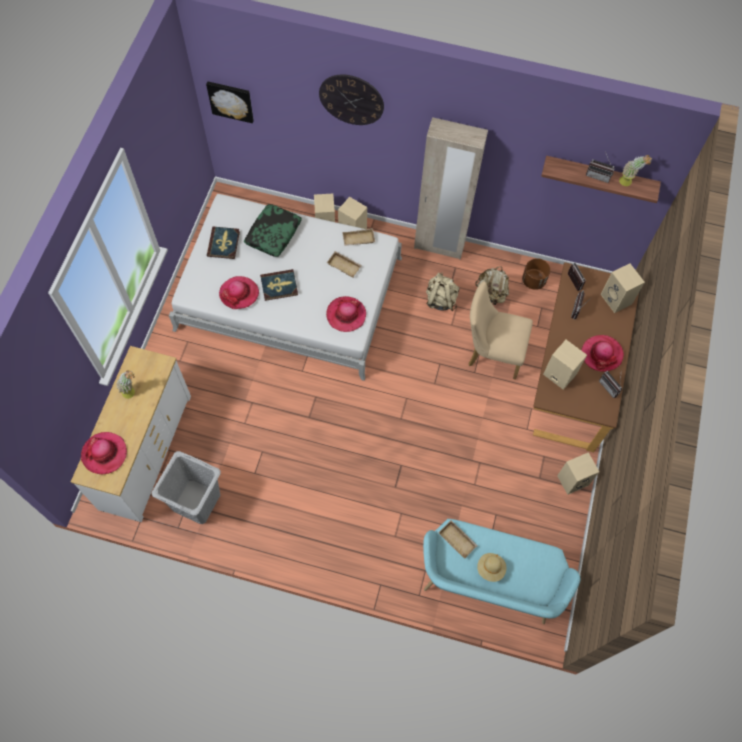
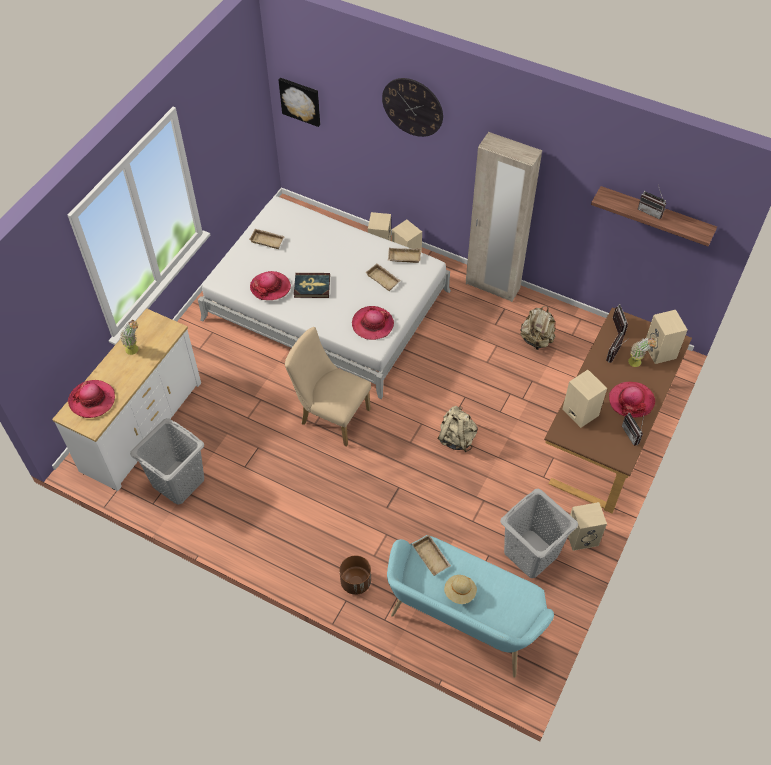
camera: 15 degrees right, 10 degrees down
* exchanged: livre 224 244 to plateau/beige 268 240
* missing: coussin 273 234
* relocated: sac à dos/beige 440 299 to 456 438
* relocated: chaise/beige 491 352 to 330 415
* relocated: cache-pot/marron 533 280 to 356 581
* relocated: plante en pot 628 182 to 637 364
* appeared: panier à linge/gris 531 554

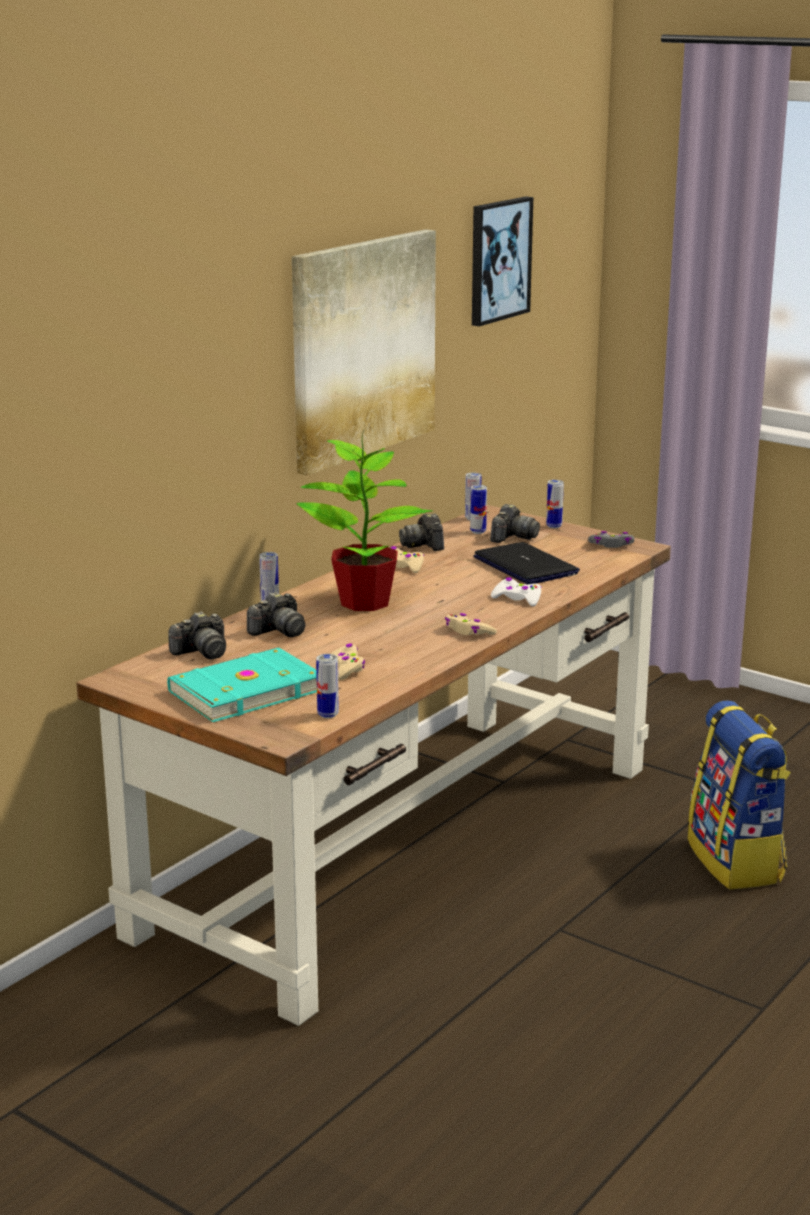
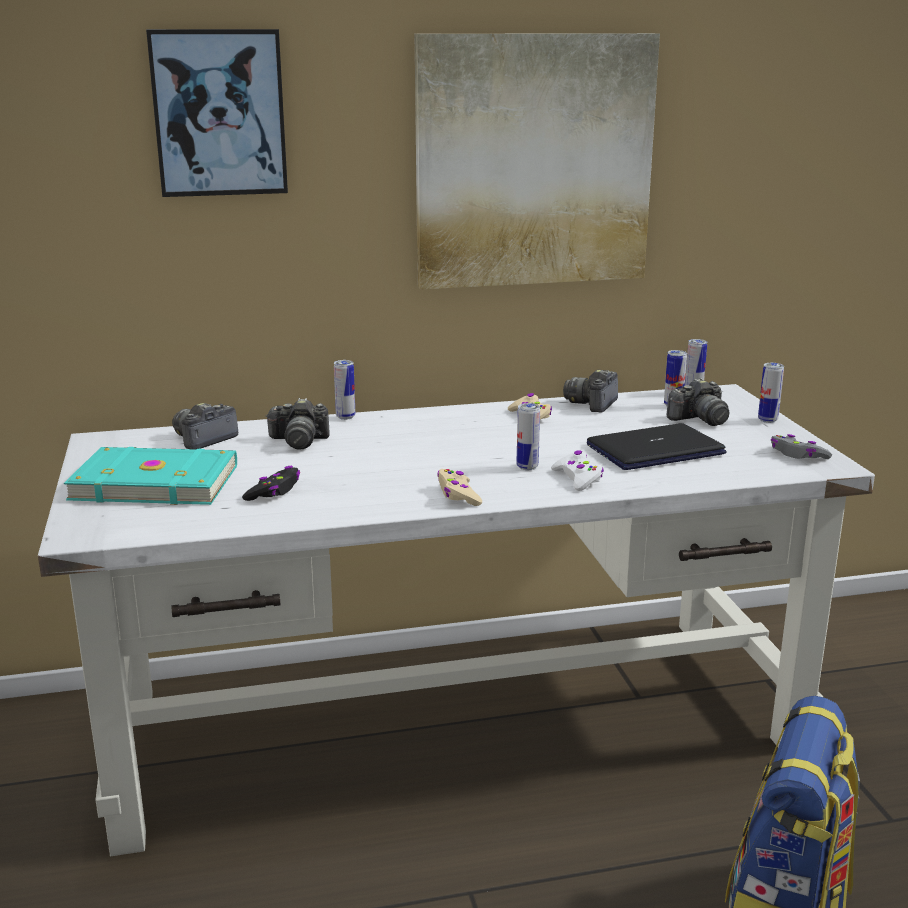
camera: 40 degrees right, 0 degrees up
* colour: bureau/marron 405 844 to bureau/blanc 456 720
* spun: appareil photo 202 652 = 203 439 120 degrees clockwise
* missing: plante en pot 366 602
* relocated: boîte métallique 328 715 to 527 467
* colour: manette/beige 346 668 to manette/noir 274 492
* relocated: tableau 498 260 to 219 113
* spun: ordinateur portable 526 566 = 655 450 120 degrees counterclockwise

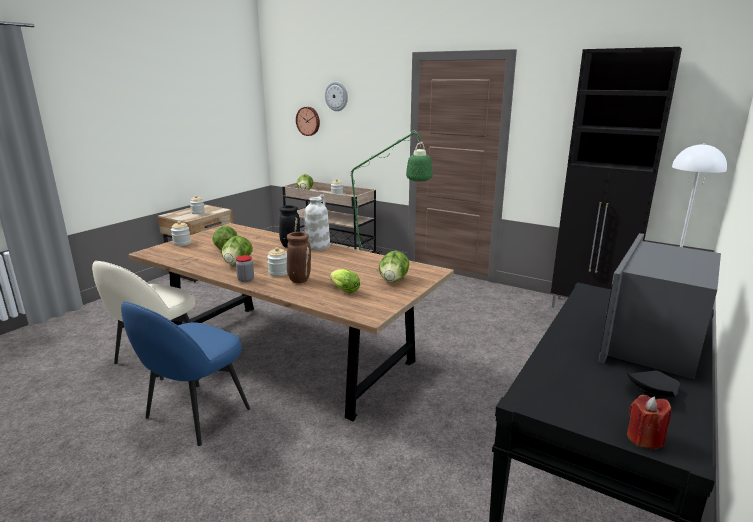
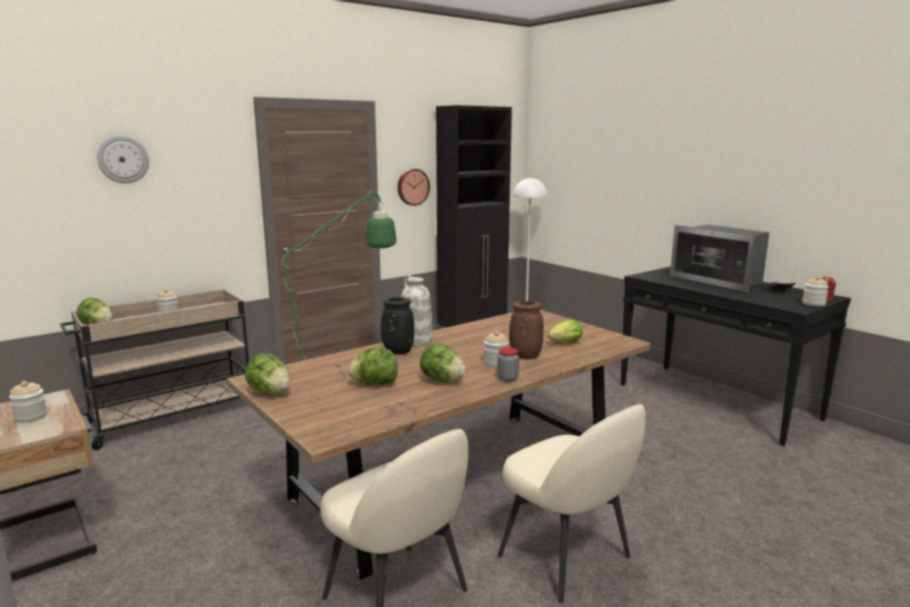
camera: 70 degrees left, 5 degrees down
* colour: chaise/bleu 195 414 to chaise/beige 567 558
* relocated: bocal 182 243 to 813 304
* relocated: horloge murale 308 121 to 412 187
* relocated: laitue 393 280 to 270 392

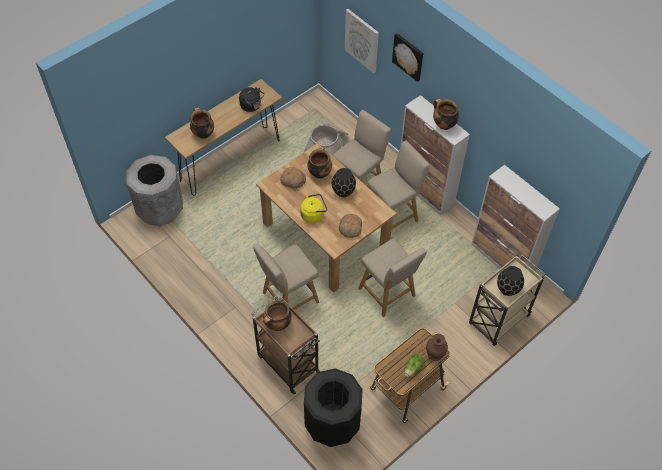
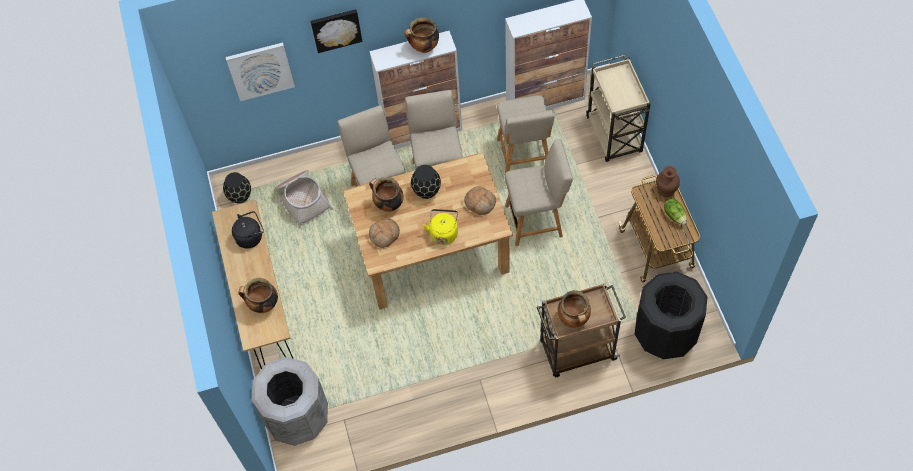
camera: 60 degrees left, 5 degrees up
* relocated: chaise/beige 288 299 to 524 157
* relocated: vase/noir 507 288 to 239 196

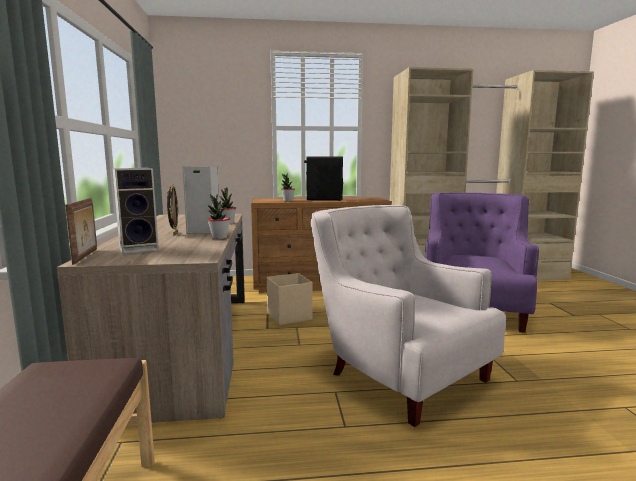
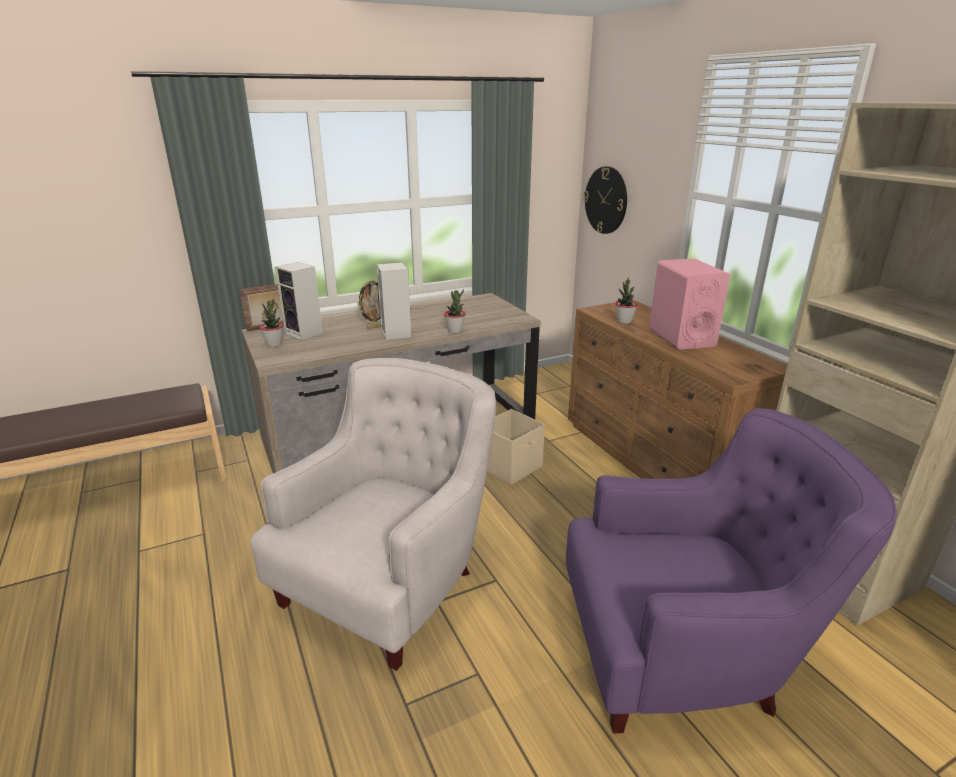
camera: 70 degrees right, 15 degrees up
* relocated: plante en pot 219 238 to 274 344
* colour: enceinte/noir 324 199 to enceinte/rose 681 337
* appeared: horloge murale 606 200

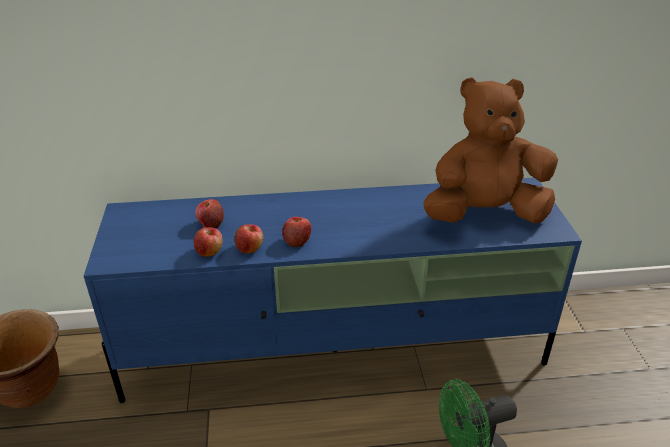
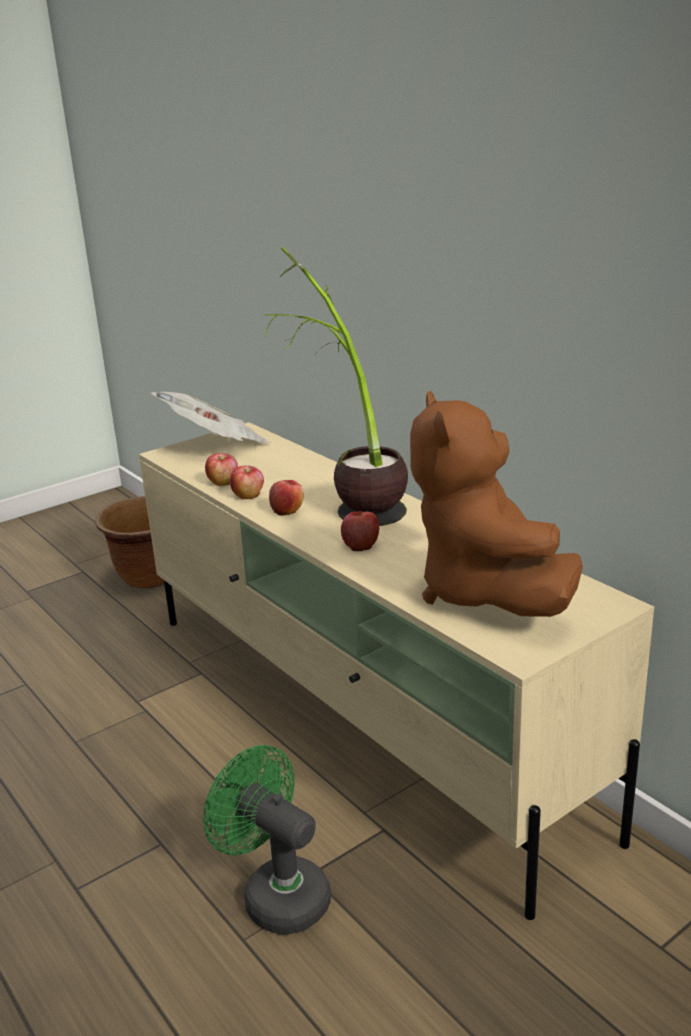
camera: 60 degrees right, 10 degrees down
* colour: meuble télé/bleu 337 350 to meuble télé/beige 359 717
* relocated: pomme 211 223 to 360 544
* spun: peluche/marron 484 214 = 485 593 150 degrees counterclockwise
* appeared: journal 215 445
* appeared: plante en pot 349 497

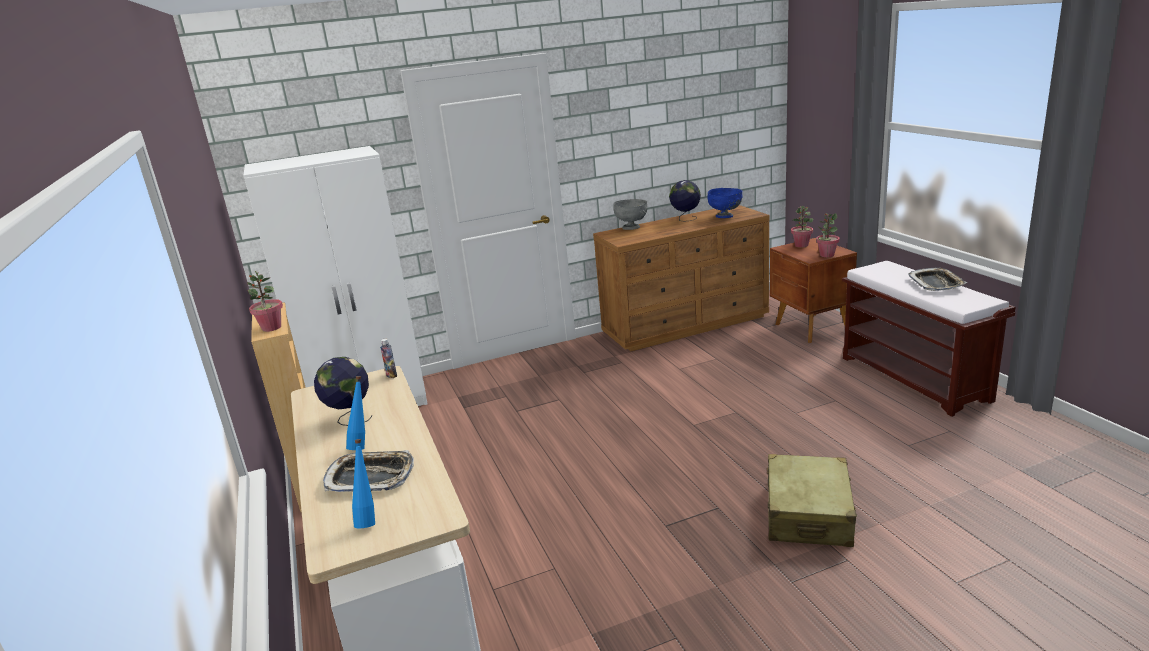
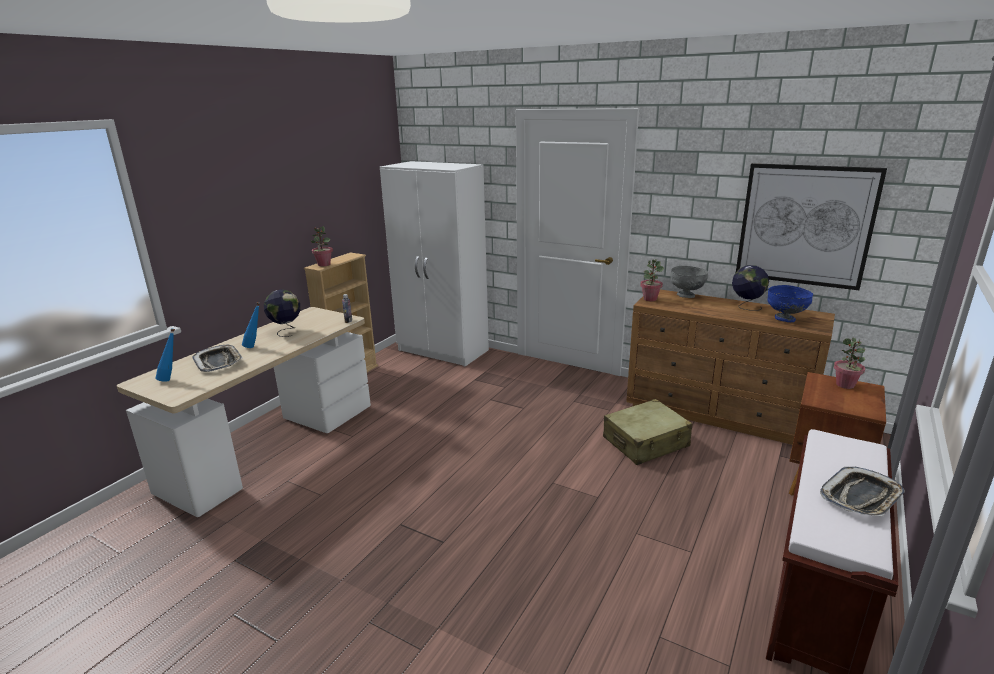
camera: 50 degrees right, 0 degrees up
* relocated: valise/beige 808 514 to 646 442
* relocated: plante en pot 826 255 to 650 299
* appeared: tableau 805 225

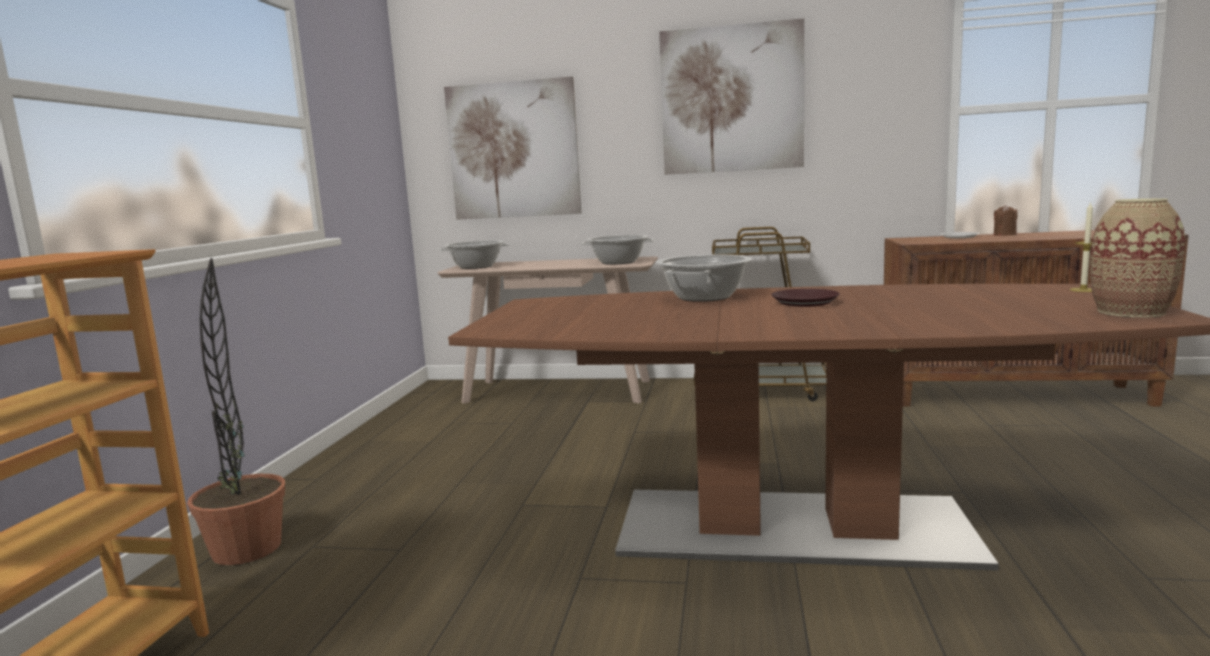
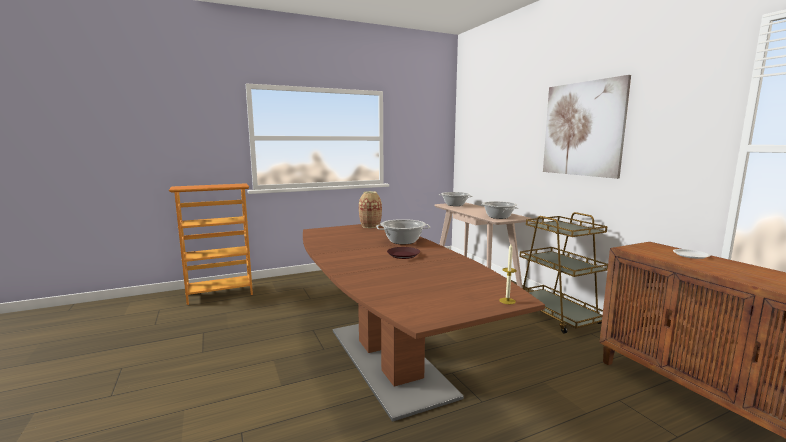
camera: 55 degrees right, 0 degrees up
* missing: plante en pot 247 549
* missing: tableau 513 150
* missing: bougie/marron 1004 235
* relocated: vase 1130 312 to 370 226

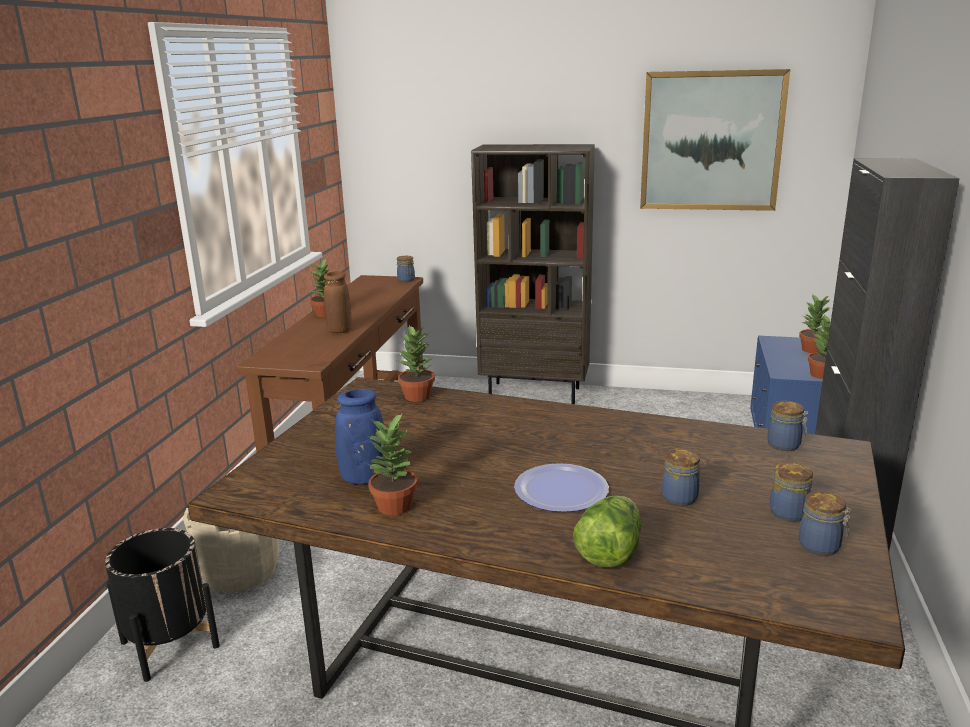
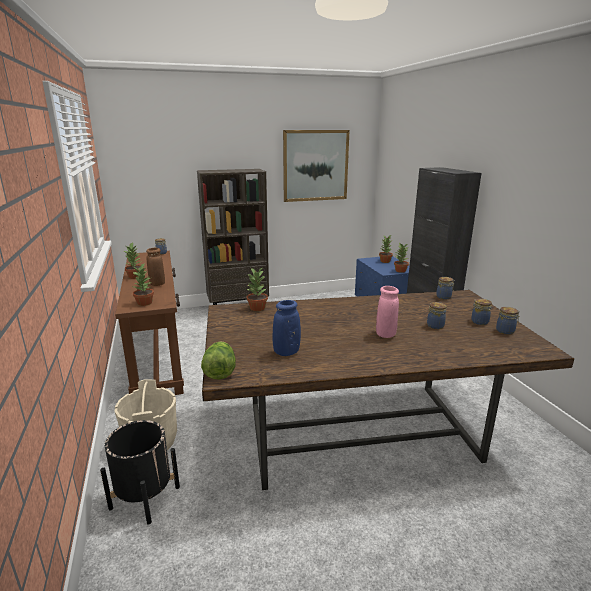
camera: 30 degrees left, 0 degrees up
* relocated: plante en pot 395 506 to 145 303
* exchanged: assiette 561 490 to vase/rose 385 334
* relocated: laitue 609 552 to 220 371

